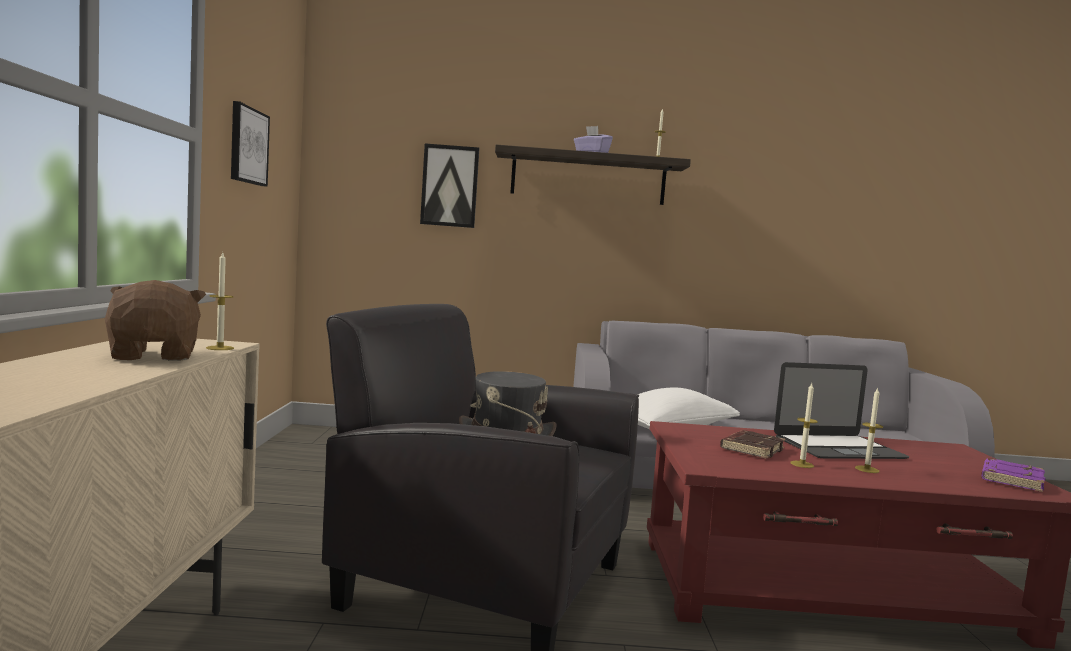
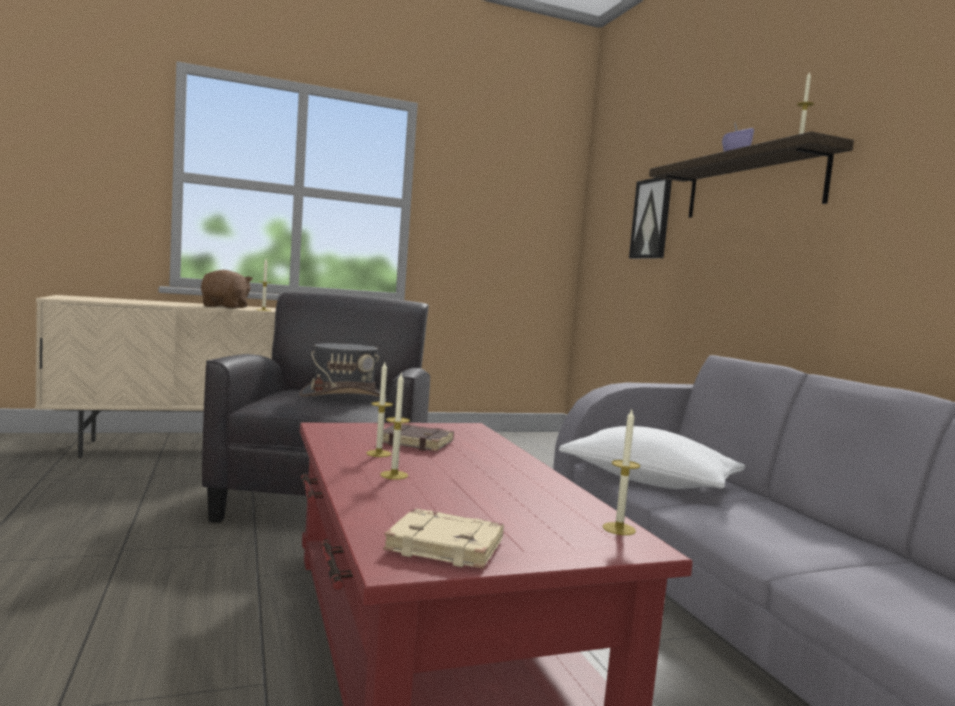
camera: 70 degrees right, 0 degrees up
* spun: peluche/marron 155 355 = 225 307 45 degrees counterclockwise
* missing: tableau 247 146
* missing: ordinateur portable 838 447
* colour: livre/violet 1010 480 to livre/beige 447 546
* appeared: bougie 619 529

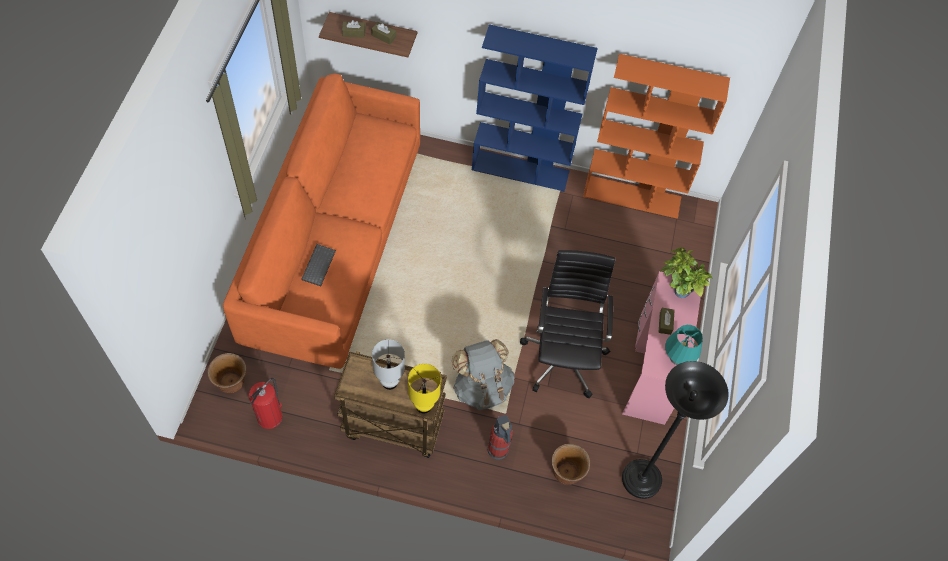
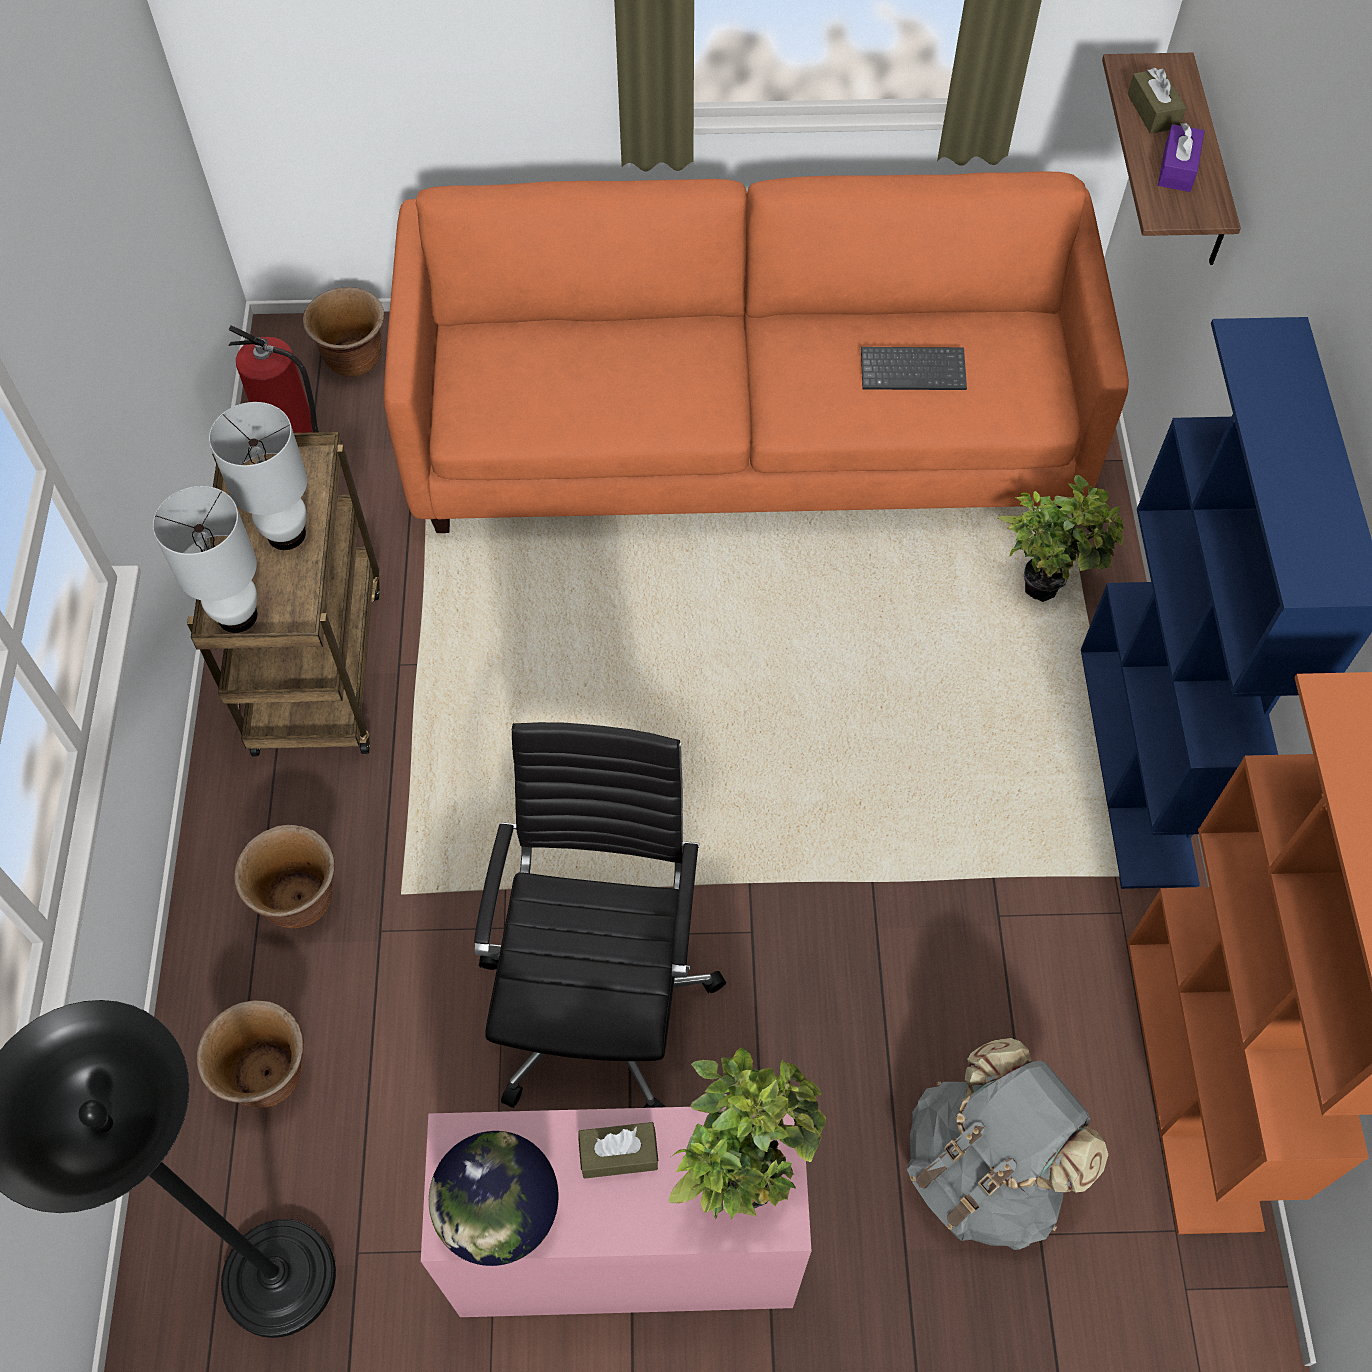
camera: 80 degrees right, 0 degrees up
* relocated: clavier 318 265 to 914 369
* colour: boîte à mouchoirs/marron 383 36 to boîte à mouchoirs/violet 1177 168
* colour: lampe de table/jaune 424 406 to lampe de table/blanc 237 617
* relocated: sac à dos/gris 482 387 to 984 1170
* exchanged: extincteur 498 450 to cache-pot/marron 300 900
* spun: chaise de bureau/noir 564 356 = 600 999 75 degrees counterclockwise
* exchanged: lampe de table/turquoise 677 360 to globe 499 1212
* appeared: plante en pot 1045 583

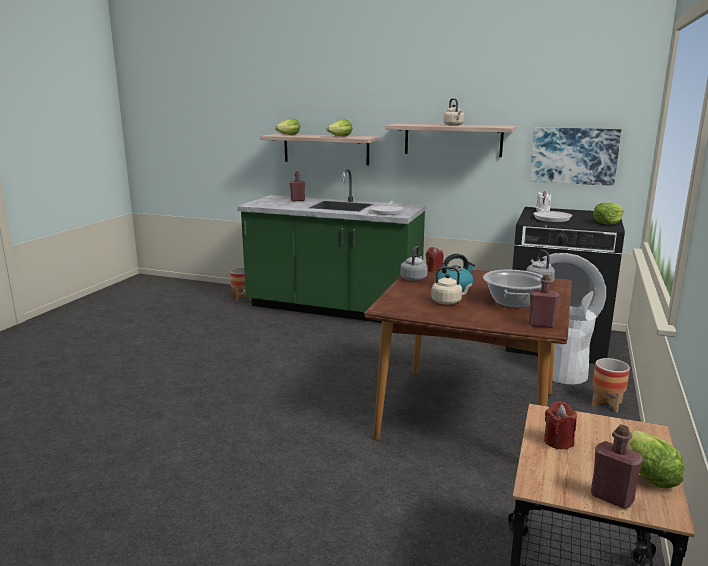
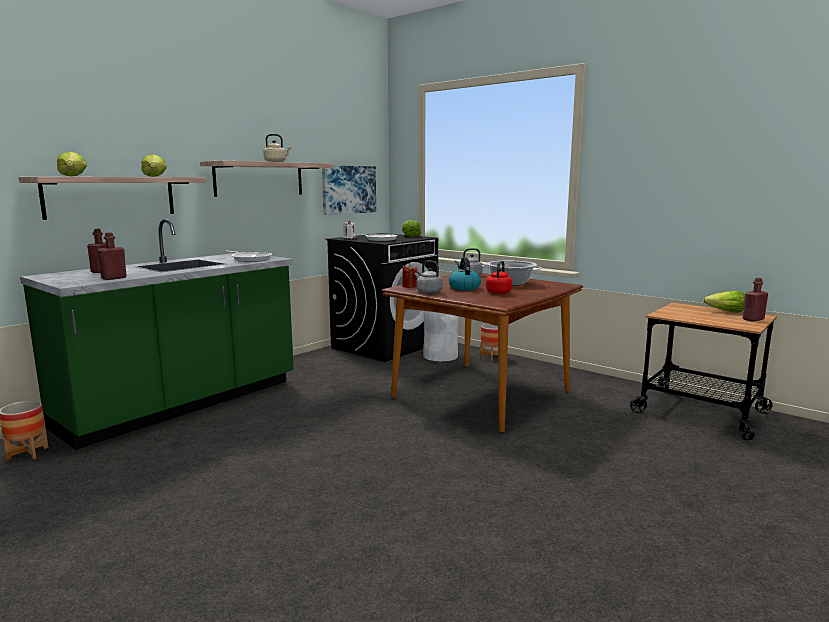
camera: 70 degrees left, 5 degrees down
* colour: bouilloire/beige 448 302 to bouilloire/rouge 499 292
* relocated: bouteille/rouge 541 324 to 114 278
* missing: bougie/rouge 558 441

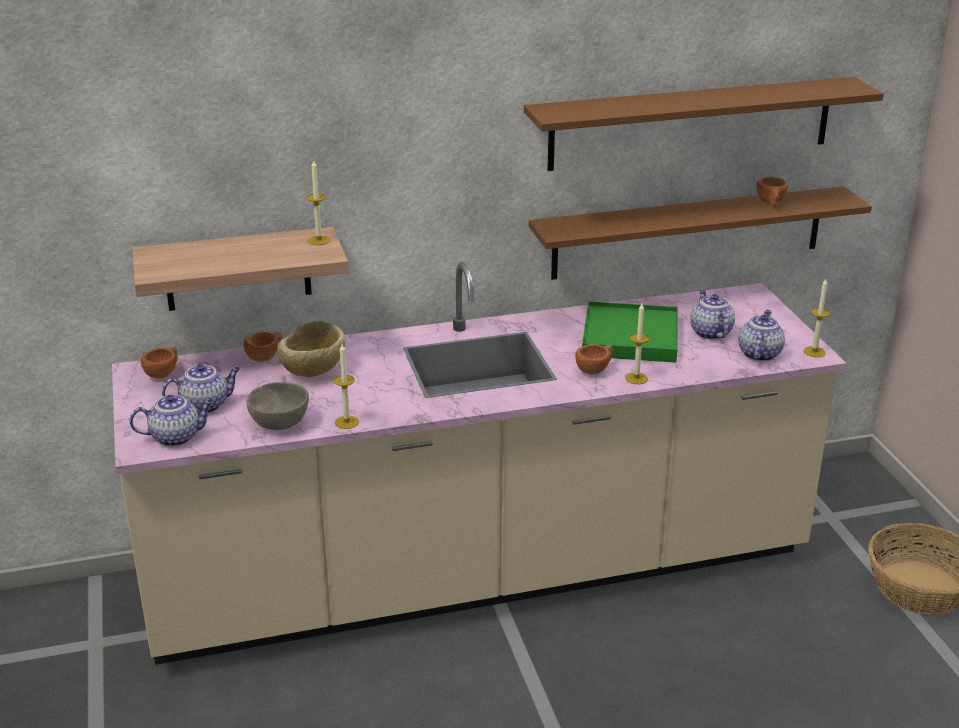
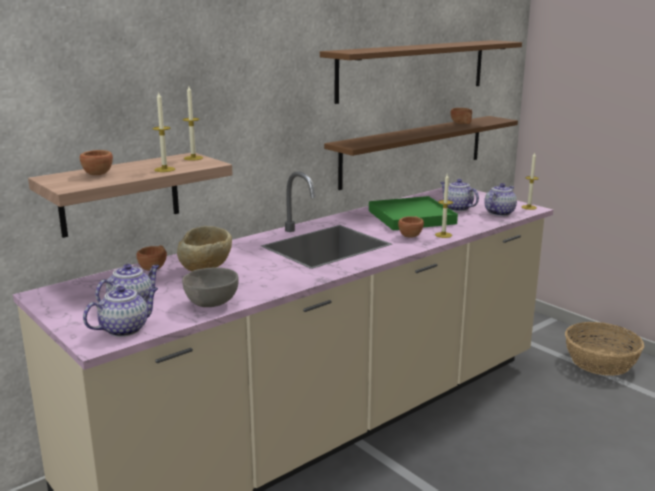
camera: 25 degrees left, 10 degrees down
* relocated: tasse/marron 164 373 to 99 173
* relocated: bougie 346 422 to 164 169
* spun: théière 759 353 = 499 213 45 degrees clockwise

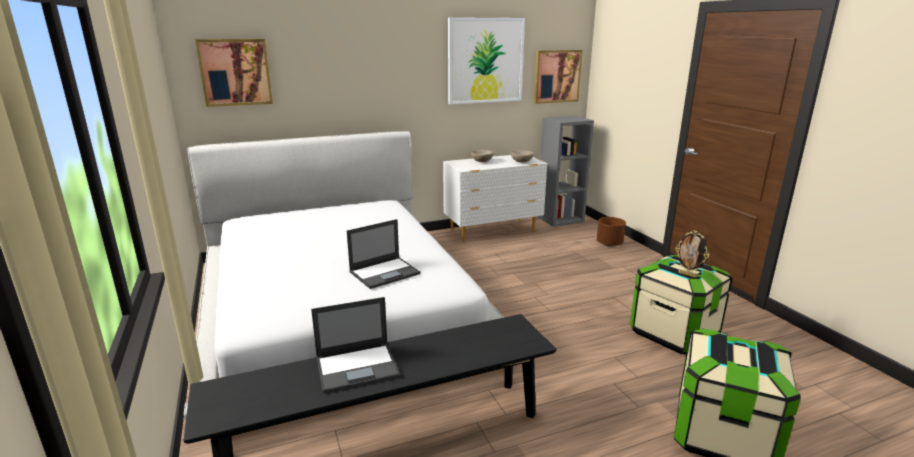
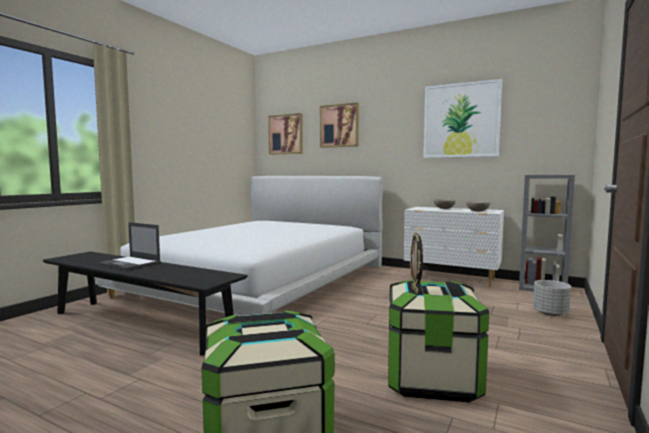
camera: 50 degrees right, 15 degrees down
* missing: ordinateur portable 385 272
* relocated: tableau 557 76 to 339 126
* colour: cache-pot/marron 609 244 to cache-pot/gris 550 313

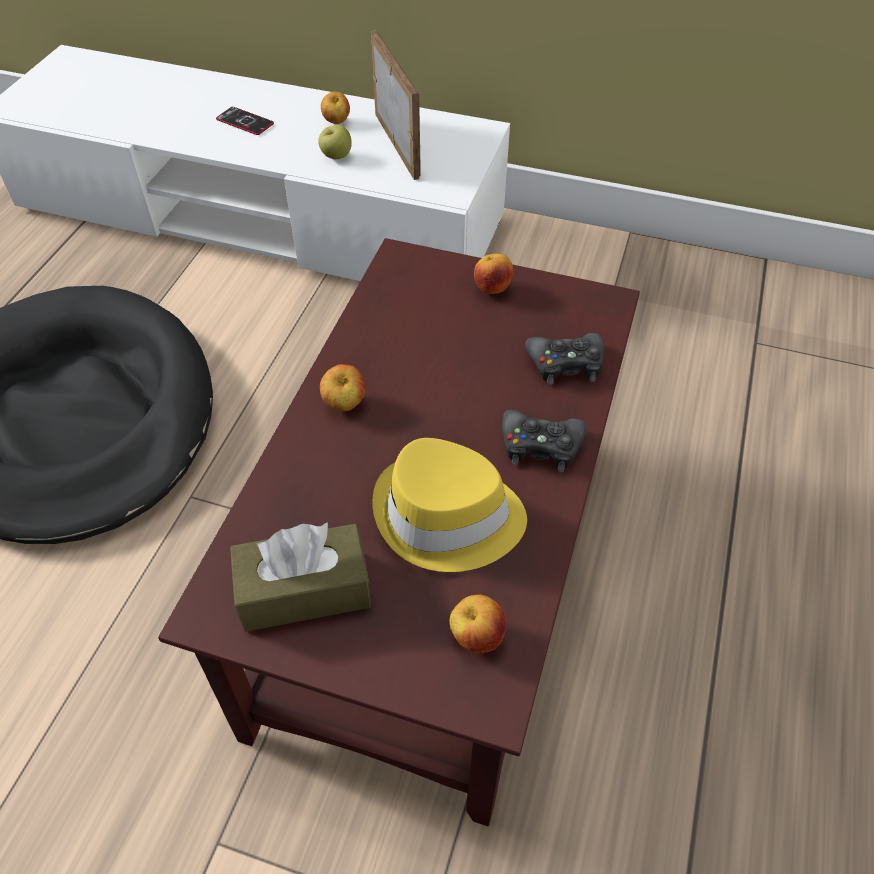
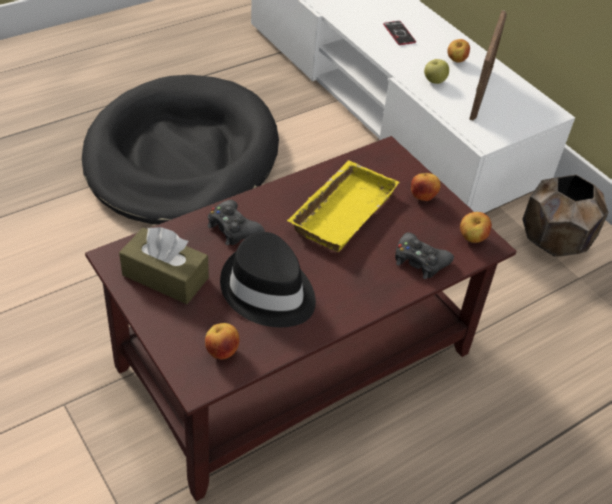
camera: 35 degrees right, 5 degrees down
* relocated: pomme 344 404 to 471 239
* colour: chapeau/jaune 448 517 to chapeau/noir 268 291
* relocated: manette/noir 540 446 to 233 228
* appeared: plateau/jaune 341 210
* appeared: cache-pot/marron 553 241

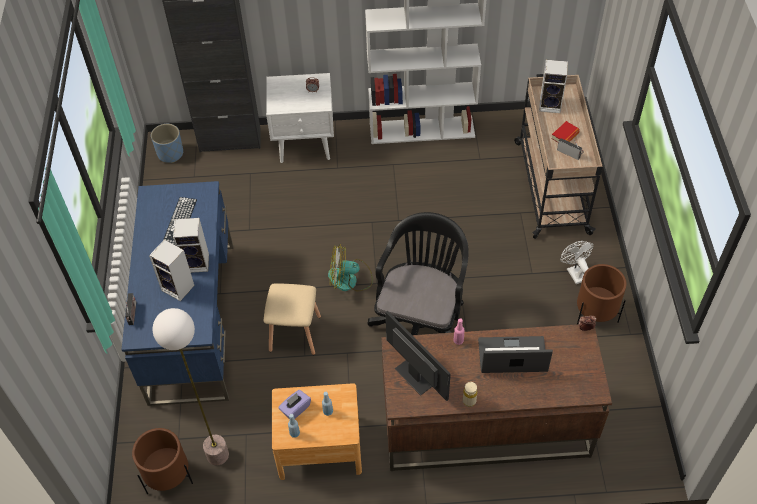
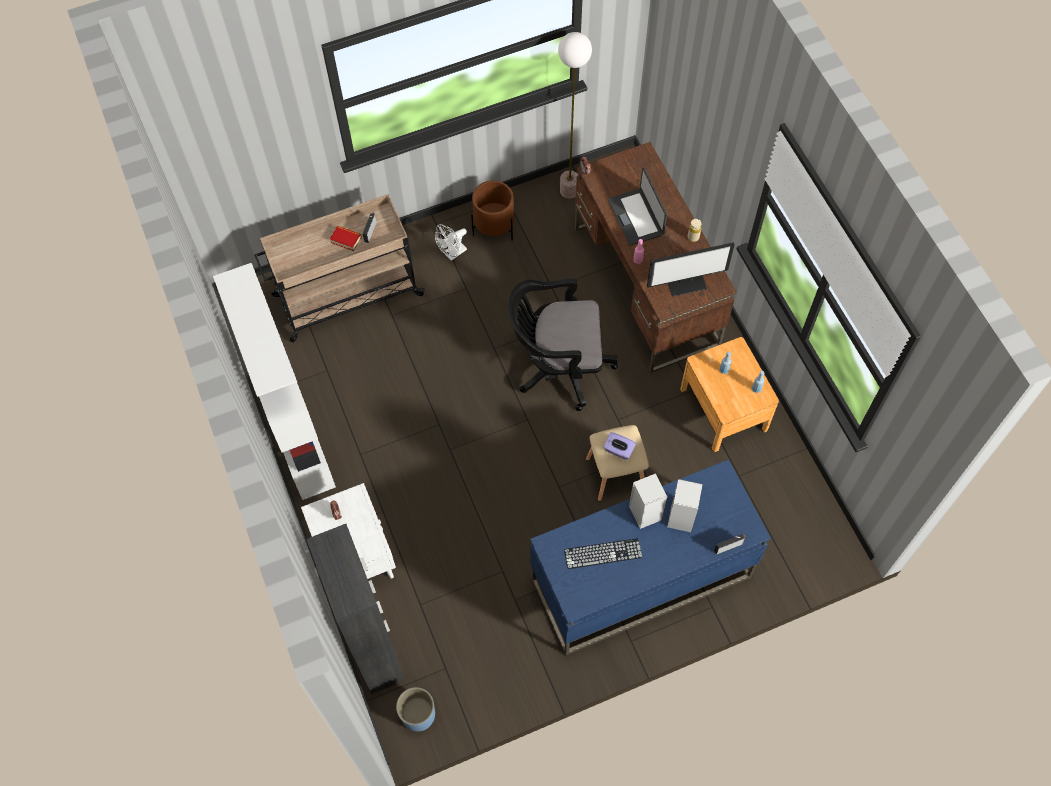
camera: 110 degrees left, 10 degrees up
* missing: cache-pot/marron 168 476
* relocated: lampadaire 217 455 to 569 191
* relocated: boîte à mouchoirs/violet 295 409 to 618 450
* missing: ventilateur 349 279
* spun: écran d'ordinateur 415 375 = 686 282 135 degrees counterclockwise
* missing: enceinte 551 105

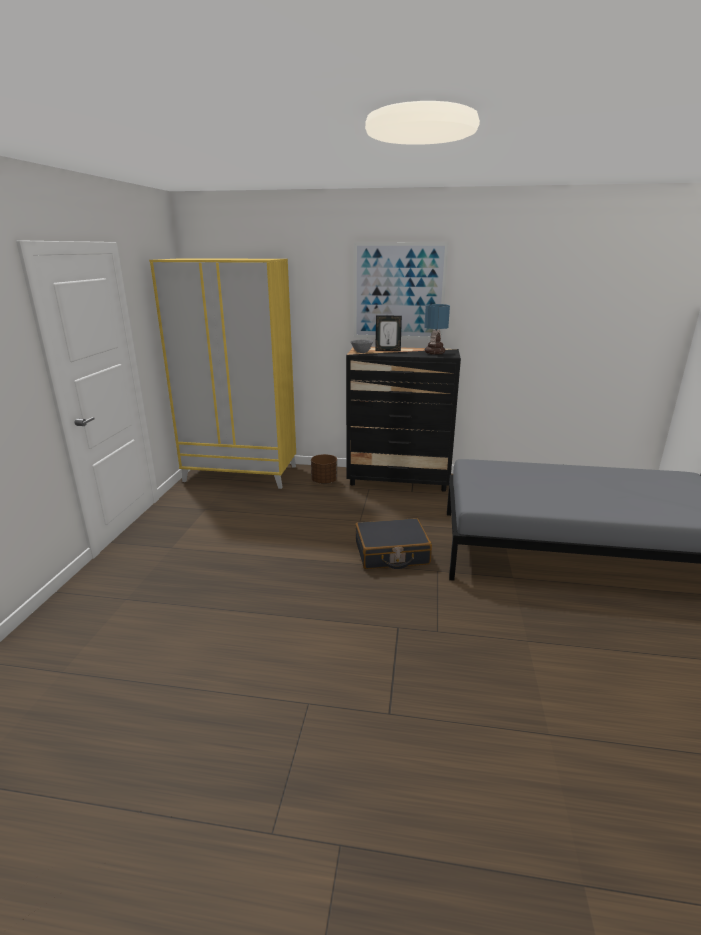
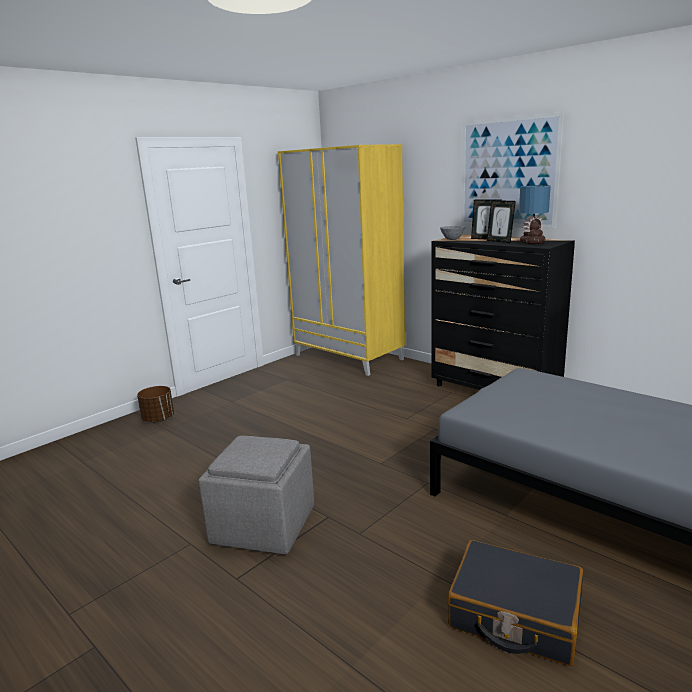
camera: 35 degrees right, 5 degrees down
* relocated: cache-pot/marron 324 481 to 158 419
* relocated: valise/noir 391 553 to 514 614
* appeared: pouf/gris 263 525
* appeared: cadre photo 499 241

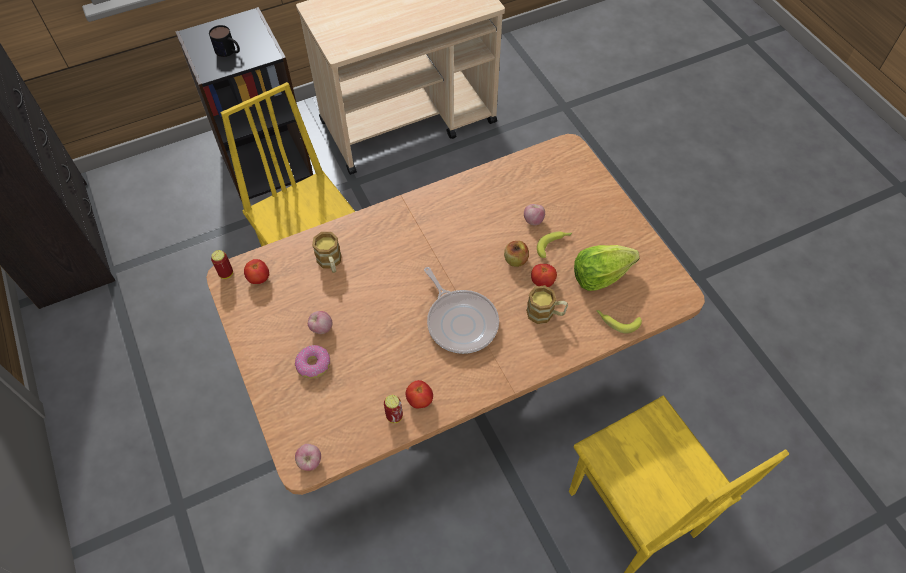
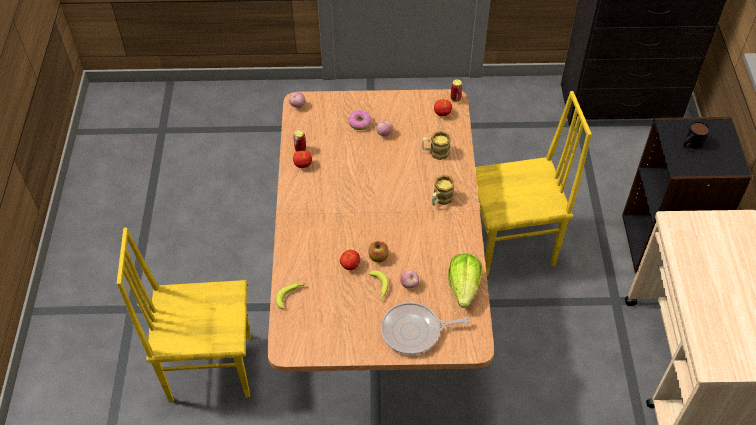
camera: 115 degrees right, 5 degrees down
* relocated: poêle 460 321 to 414 331
* relocated: mug 545 313 to 440 199
* relocated: laitue 600 276 to 464 287

